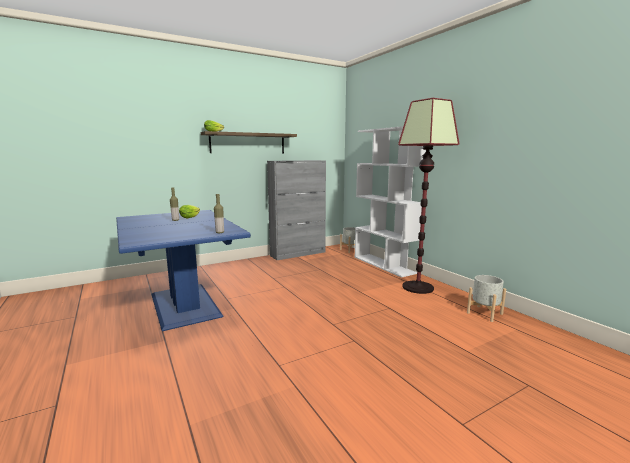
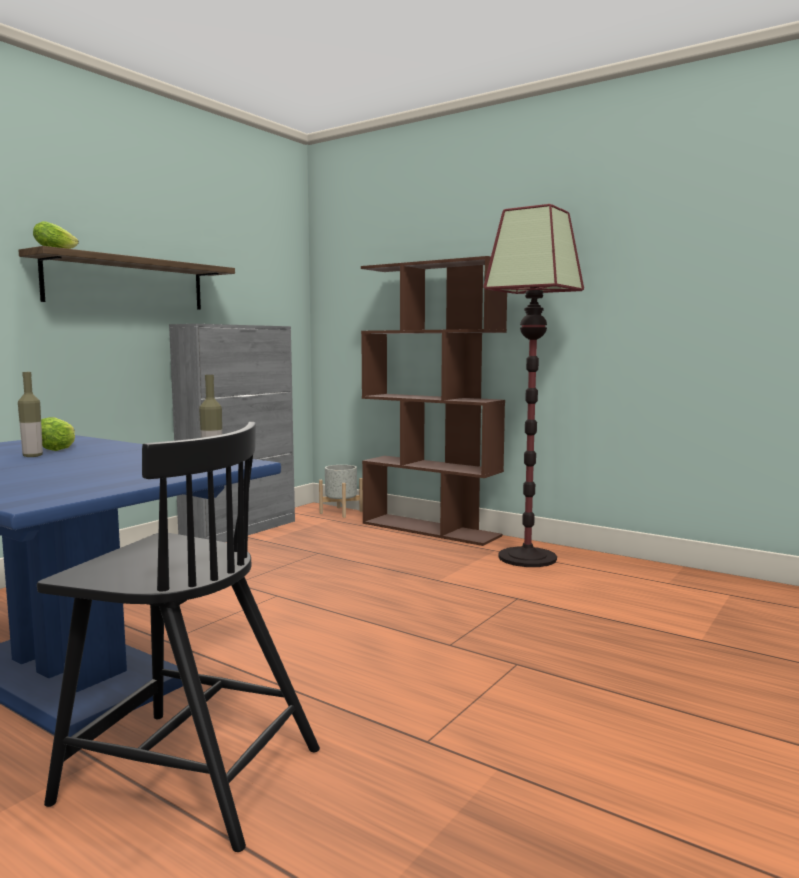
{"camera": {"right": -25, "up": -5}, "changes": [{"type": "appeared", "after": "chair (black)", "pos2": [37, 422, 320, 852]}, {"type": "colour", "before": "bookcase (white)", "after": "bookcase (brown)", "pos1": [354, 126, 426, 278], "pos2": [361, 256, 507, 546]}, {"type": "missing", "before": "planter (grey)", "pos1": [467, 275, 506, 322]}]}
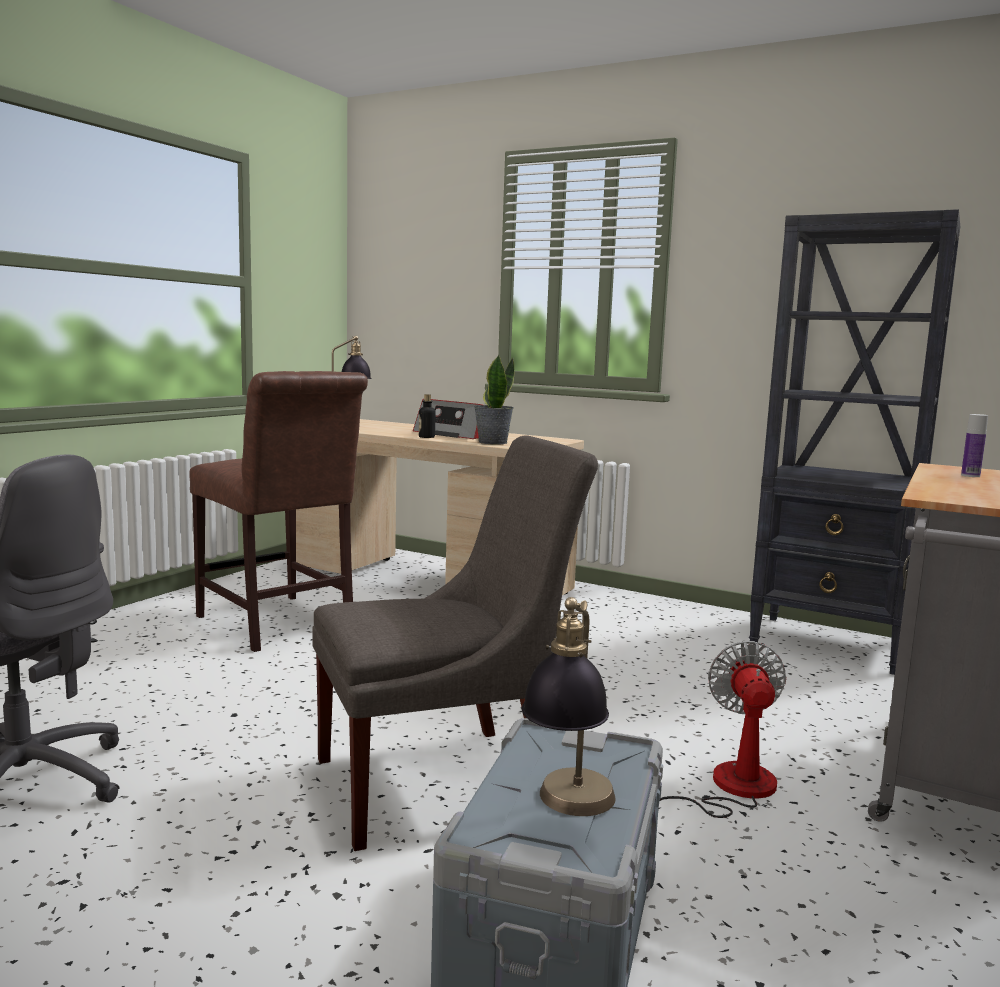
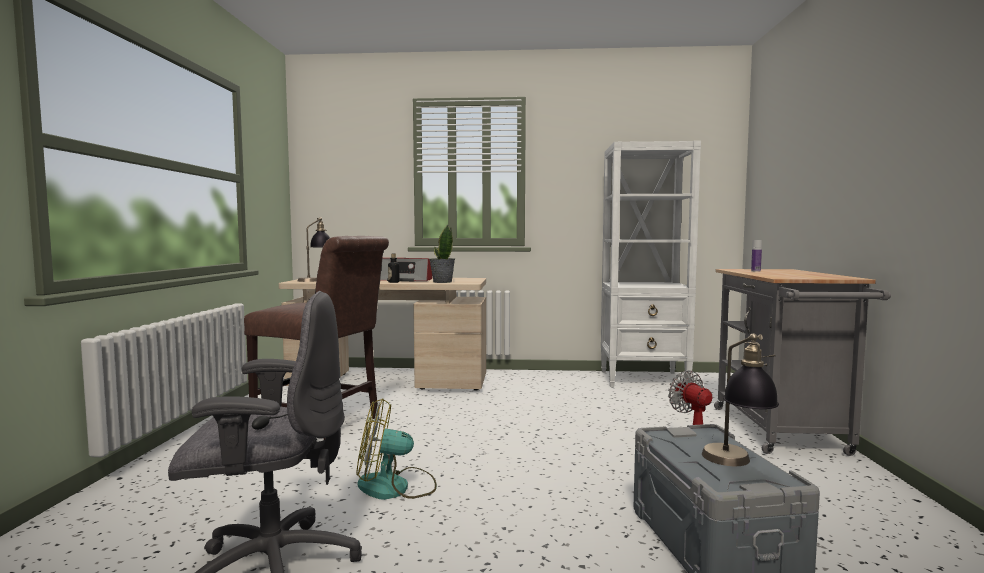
{"camera": {"right": -25, "up": -5}, "changes": [{"type": "appeared", "after": "fan", "pos2": [357, 399, 437, 500]}, {"type": "colour", "before": "bookcase (black)", "after": "bookcase (white)", "pos1": [749, 209, 960, 675], "pos2": [601, 141, 701, 387]}, {"type": "missing", "before": "chair (grey)", "pos1": [312, 435, 598, 851]}]}
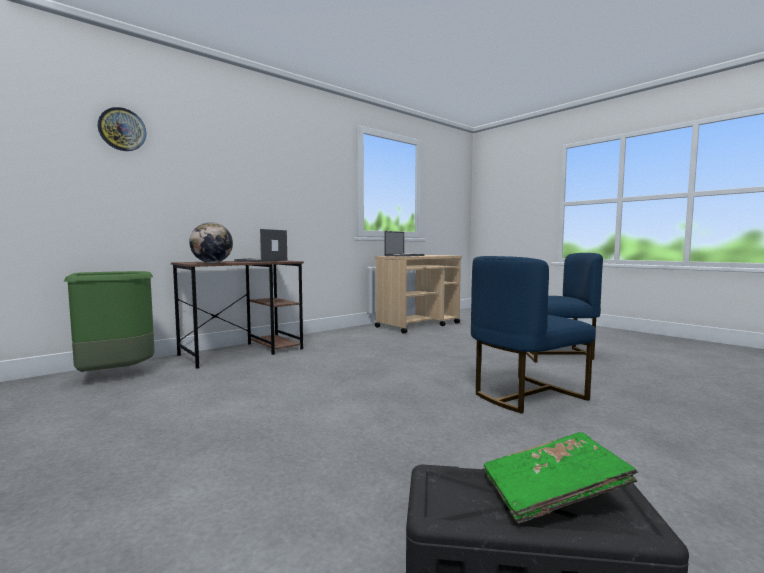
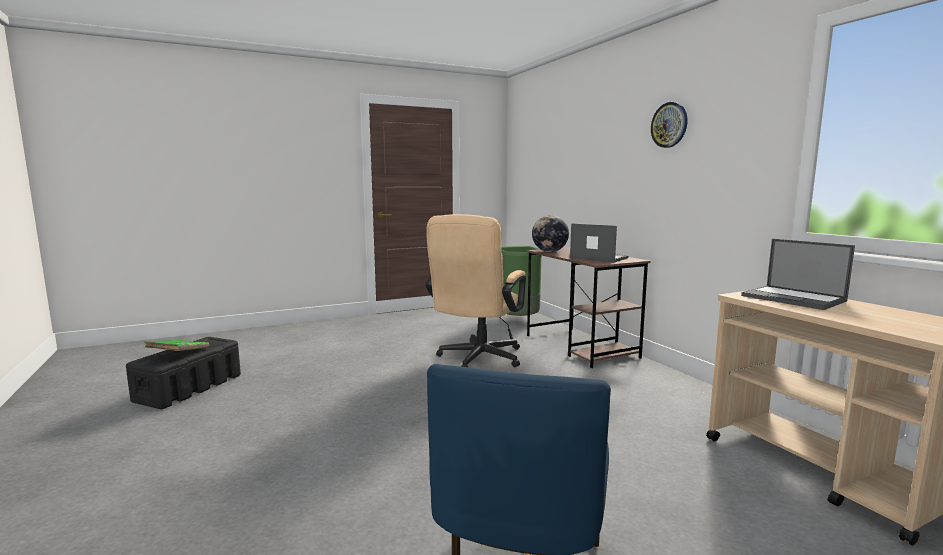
{"camera": {"right": 105, "up": 5}, "changes": [{"type": "appeared", "after": "office chair (beige)", "pos2": [426, 214, 526, 367]}, {"type": "relocated", "before": "wall clock", "pos1": [98, 107, 146, 151], "pos2": [651, 102, 687, 148]}, {"type": "missing", "before": "chair (blue)", "pos1": [471, 256, 596, 413]}]}
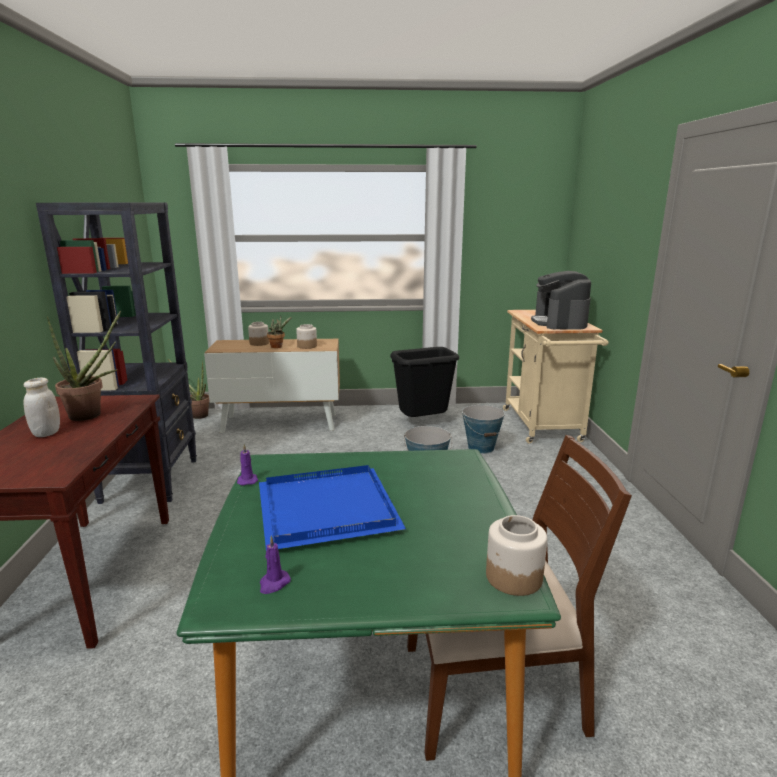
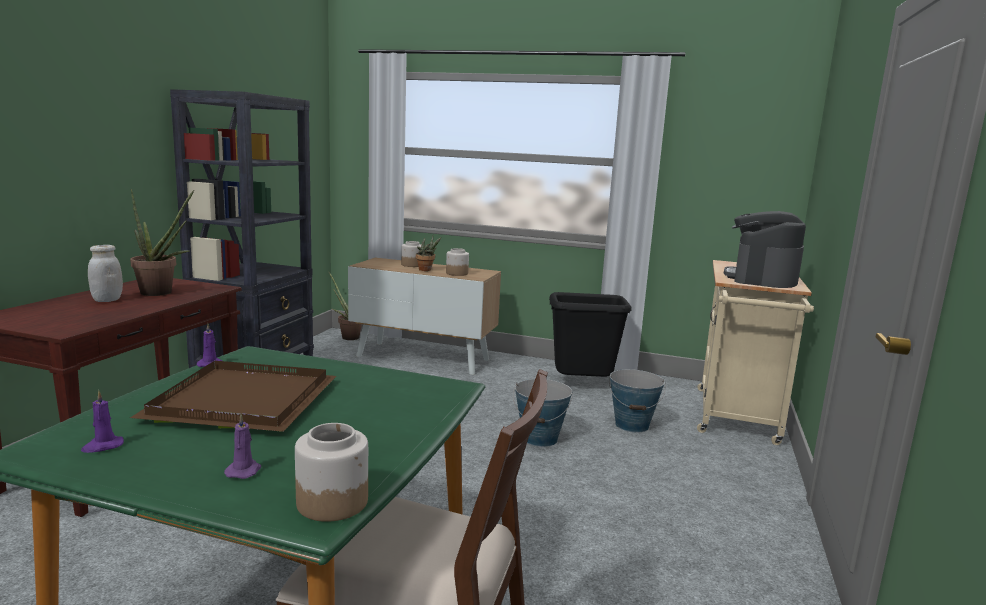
{"camera": {"right": 20, "up": -5}, "changes": [{"type": "colour", "before": "tray (blue)", "after": "tray (brown)", "pos1": [259, 465, 406, 550], "pos2": [130, 361, 336, 432]}, {"type": "appeared", "after": "candle (purple)", "pos2": [224, 414, 261, 479]}]}
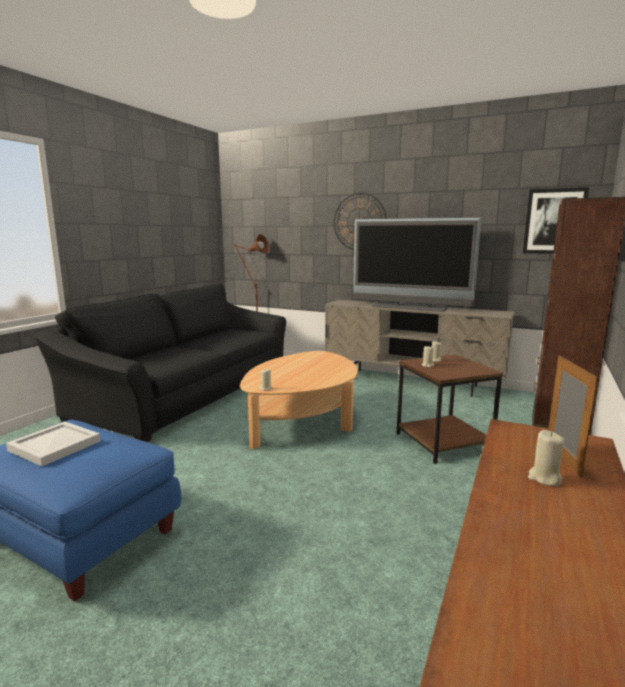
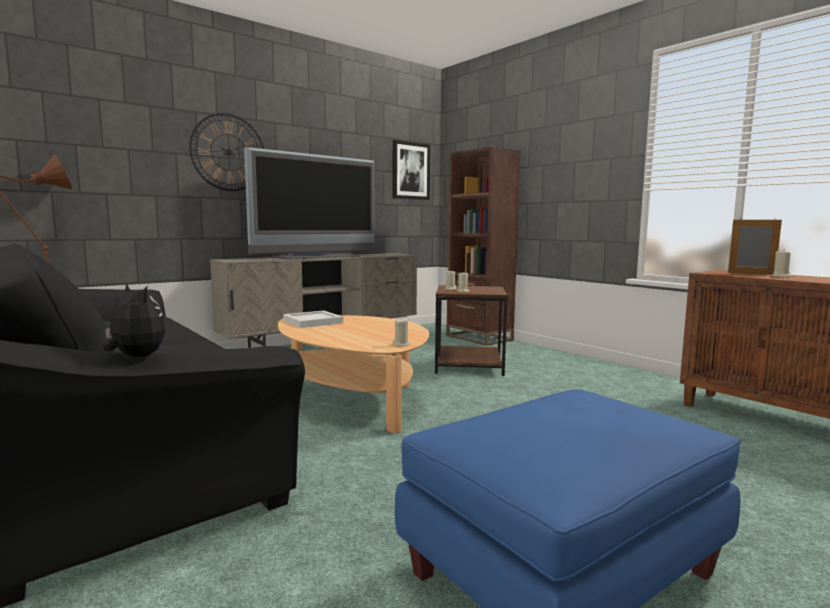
{"camera": {"right": -65, "up": -5}, "changes": [{"type": "appeared", "after": "plush toy", "pos2": [102, 283, 166, 357]}, {"type": "relocated", "before": "tray (white)", "pos1": [6, 422, 101, 466], "pos2": [283, 311, 343, 328]}]}
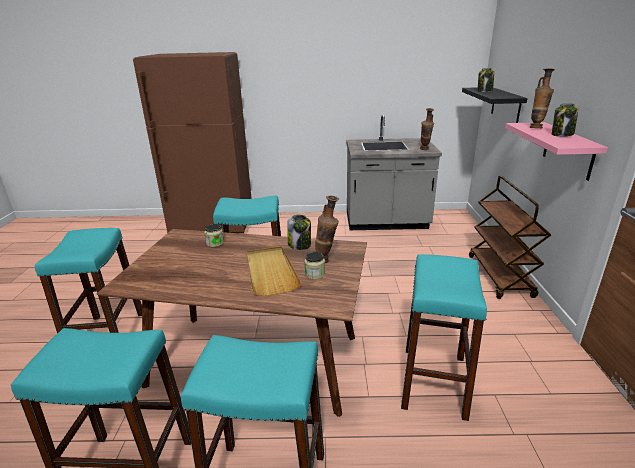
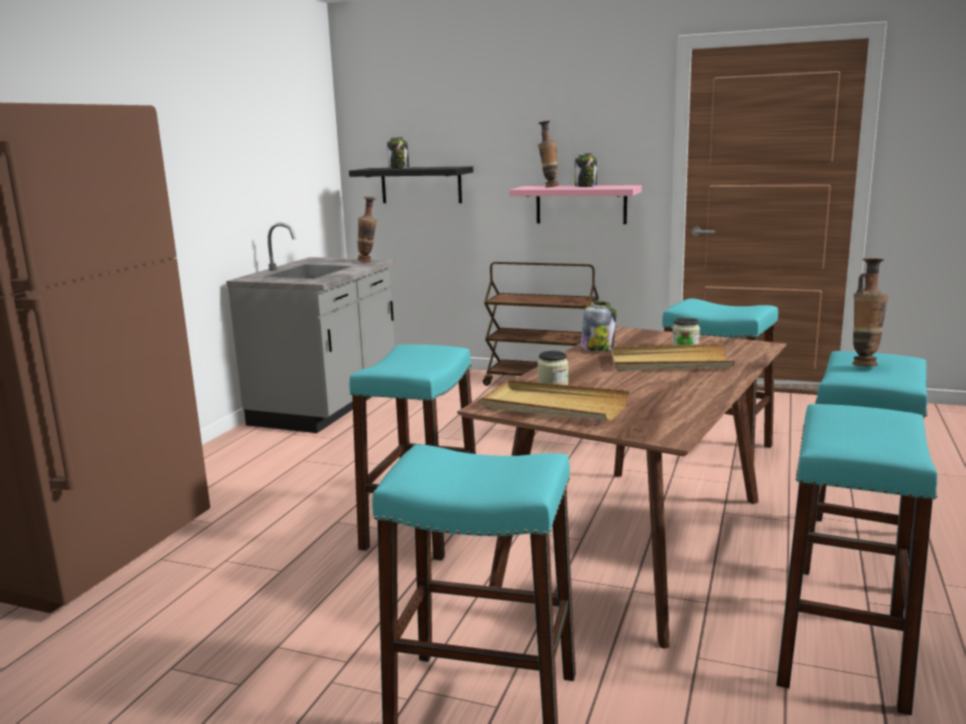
{"camera": {"right": -70, "up": -10}, "changes": [{"type": "appeared", "after": "tray (beige)", "pos2": [482, 380, 630, 420]}, {"type": "relocated", "before": "vase", "pos1": [315, 196, 339, 263], "pos2": [852, 258, 889, 366]}]}
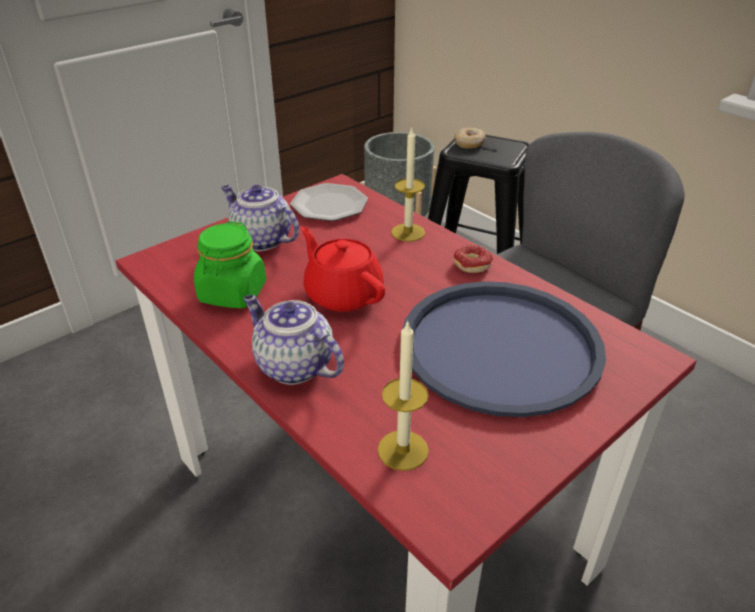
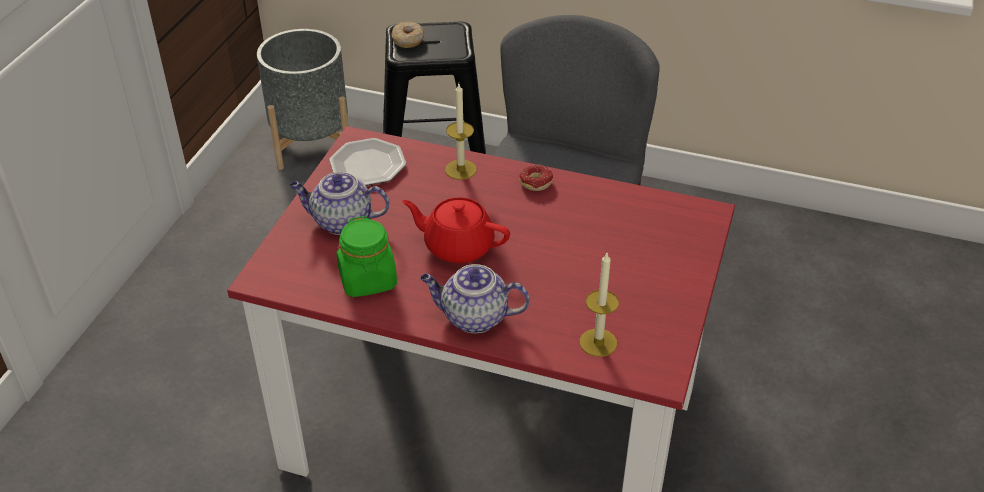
{"camera": {"right": -30, "up": 5}, "changes": [{"type": "missing", "before": "tray (blue)", "pos1": [403, 281, 606, 417]}]}
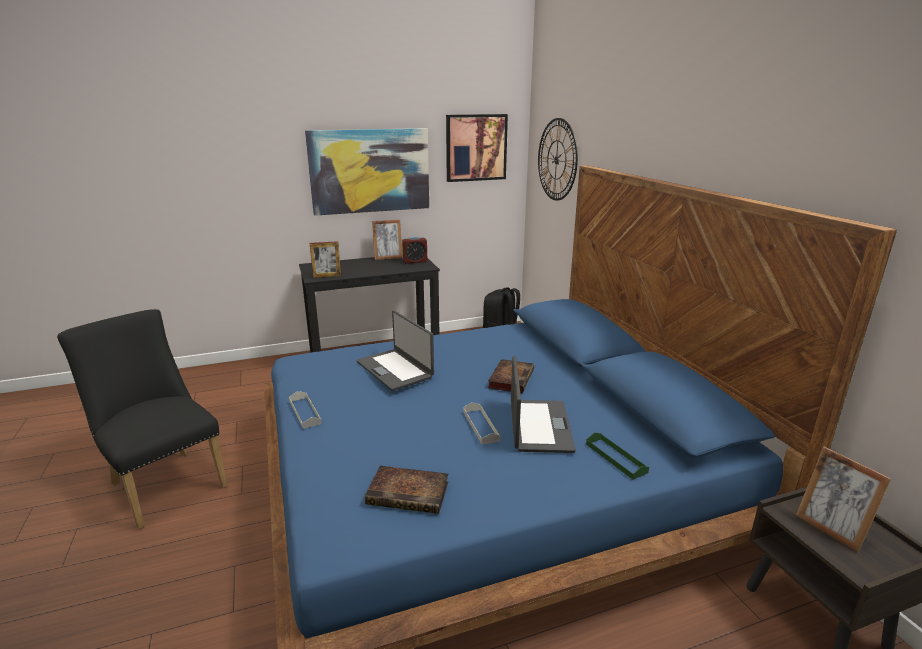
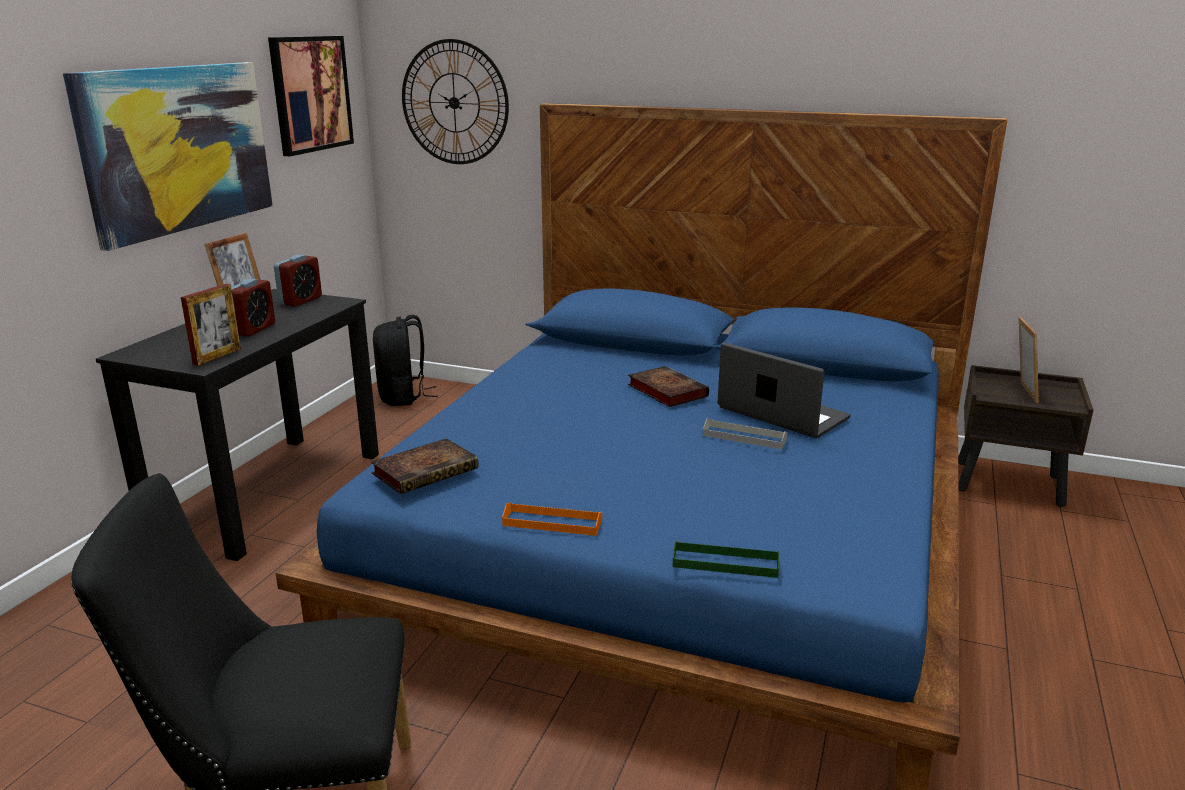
{"camera": {"right": -50, "up": 0}, "changes": [{"type": "appeared", "after": "alarm clock", "pos2": [231, 279, 275, 336]}, {"type": "relocated", "before": "book", "pos1": [365, 465, 448, 514], "pos2": [371, 438, 478, 494]}, {"type": "colour", "before": "tray (grey)", "after": "tray (orange)", "pos1": [289, 391, 322, 429], "pos2": [502, 502, 602, 536]}, {"type": "relocated", "before": "tray (green)", "pos1": [586, 432, 649, 480], "pos2": [672, 541, 780, 578]}, {"type": "spun", "before": "picture frame", "pos1": [796, 447, 891, 552], "pos2": [1019, 317, 1039, 404], "turn": -90}, {"type": "missing", "before": "laptop", "pos1": [357, 310, 434, 391]}]}
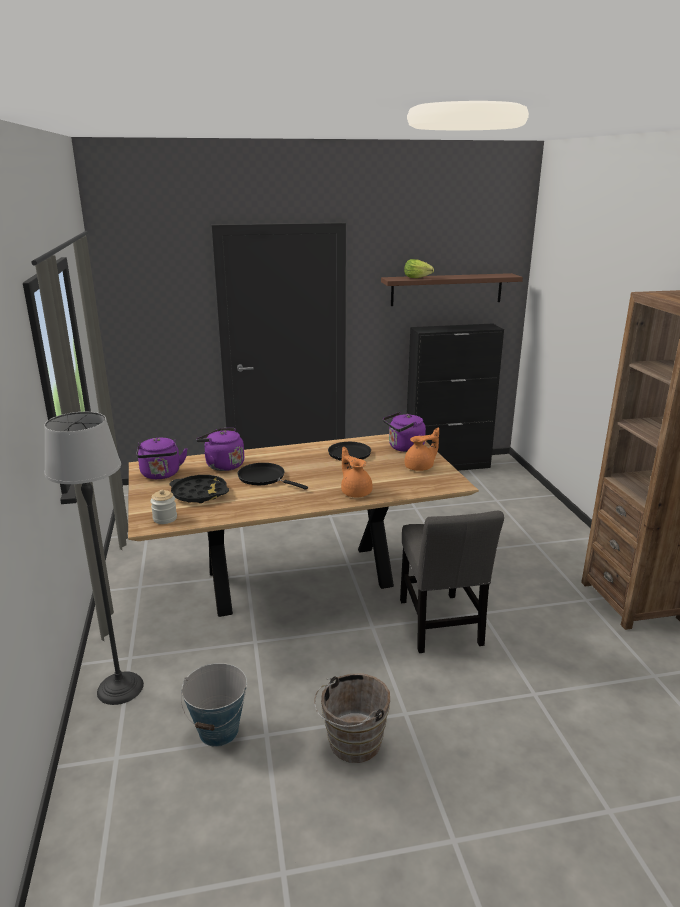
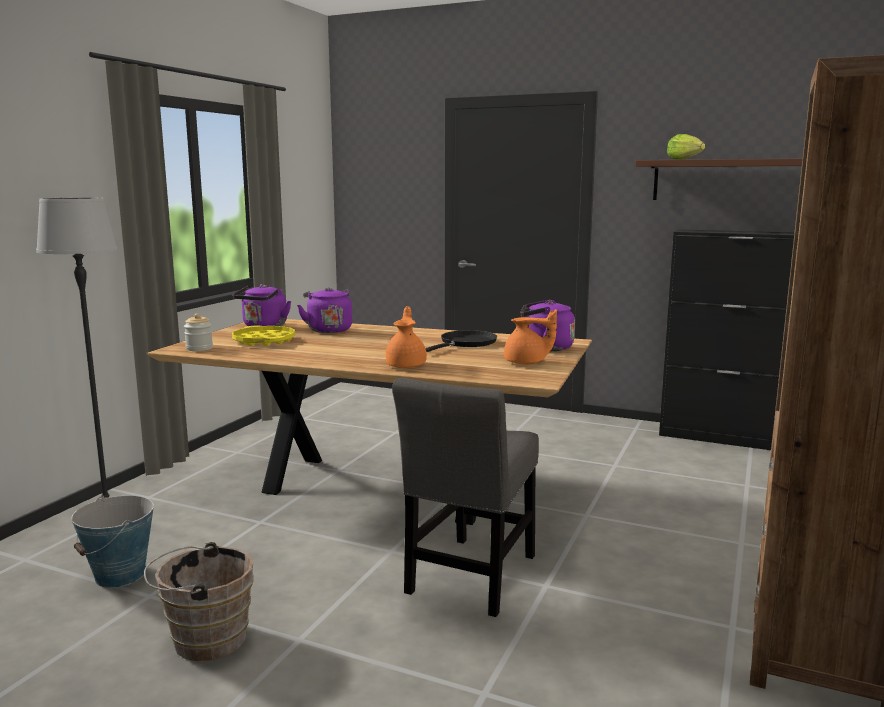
{"camera": {"right": 35, "up": -10}, "changes": [{"type": "colour", "before": "tray (black)", "after": "tray (yellow)", "pos1": [170, 475, 229, 503], "pos2": [232, 325, 295, 346]}, {"type": "missing", "before": "frying pan (black)", "pos1": [238, 463, 308, 490]}]}
